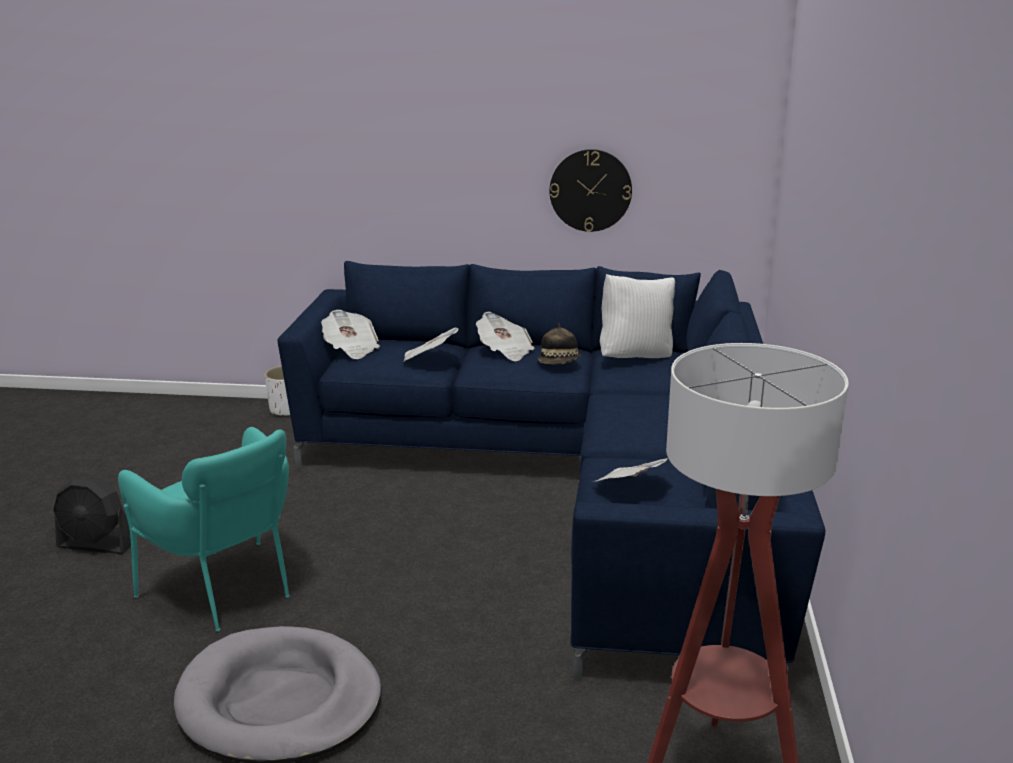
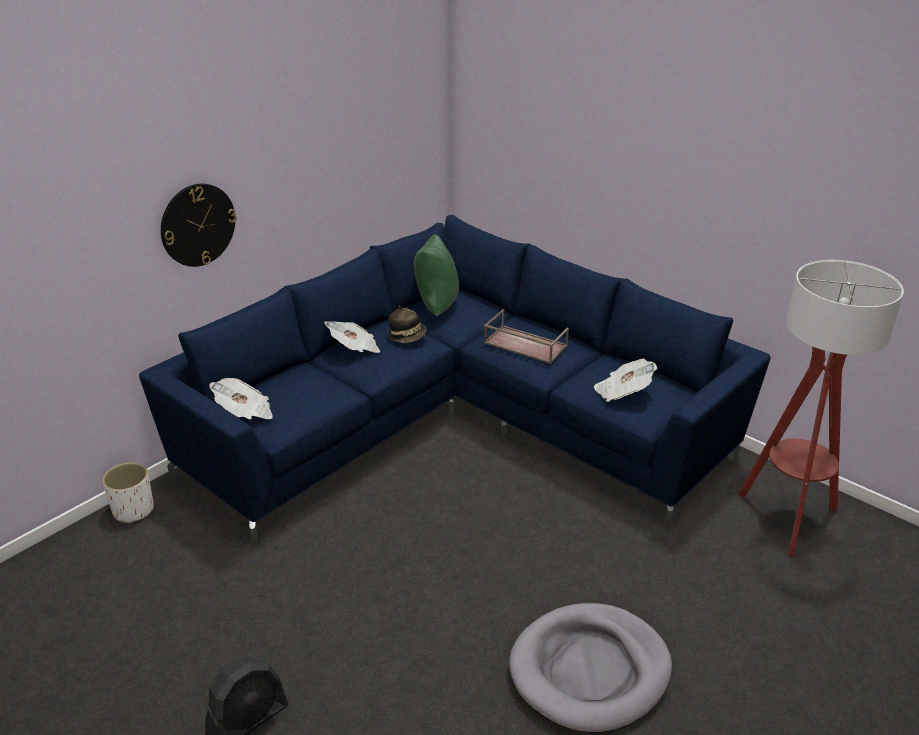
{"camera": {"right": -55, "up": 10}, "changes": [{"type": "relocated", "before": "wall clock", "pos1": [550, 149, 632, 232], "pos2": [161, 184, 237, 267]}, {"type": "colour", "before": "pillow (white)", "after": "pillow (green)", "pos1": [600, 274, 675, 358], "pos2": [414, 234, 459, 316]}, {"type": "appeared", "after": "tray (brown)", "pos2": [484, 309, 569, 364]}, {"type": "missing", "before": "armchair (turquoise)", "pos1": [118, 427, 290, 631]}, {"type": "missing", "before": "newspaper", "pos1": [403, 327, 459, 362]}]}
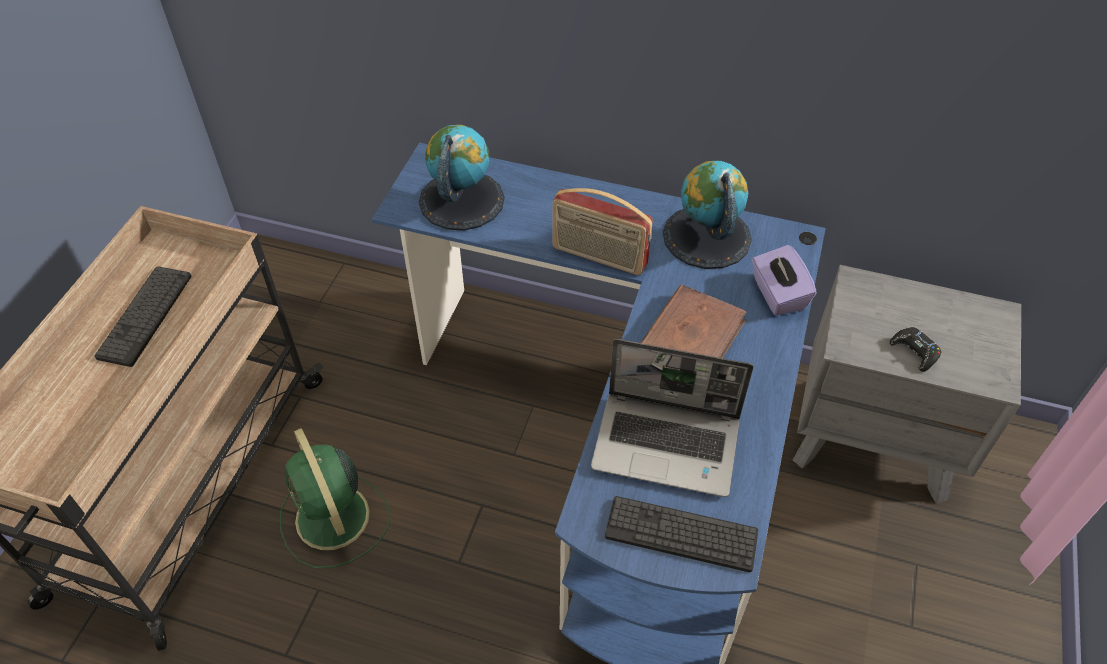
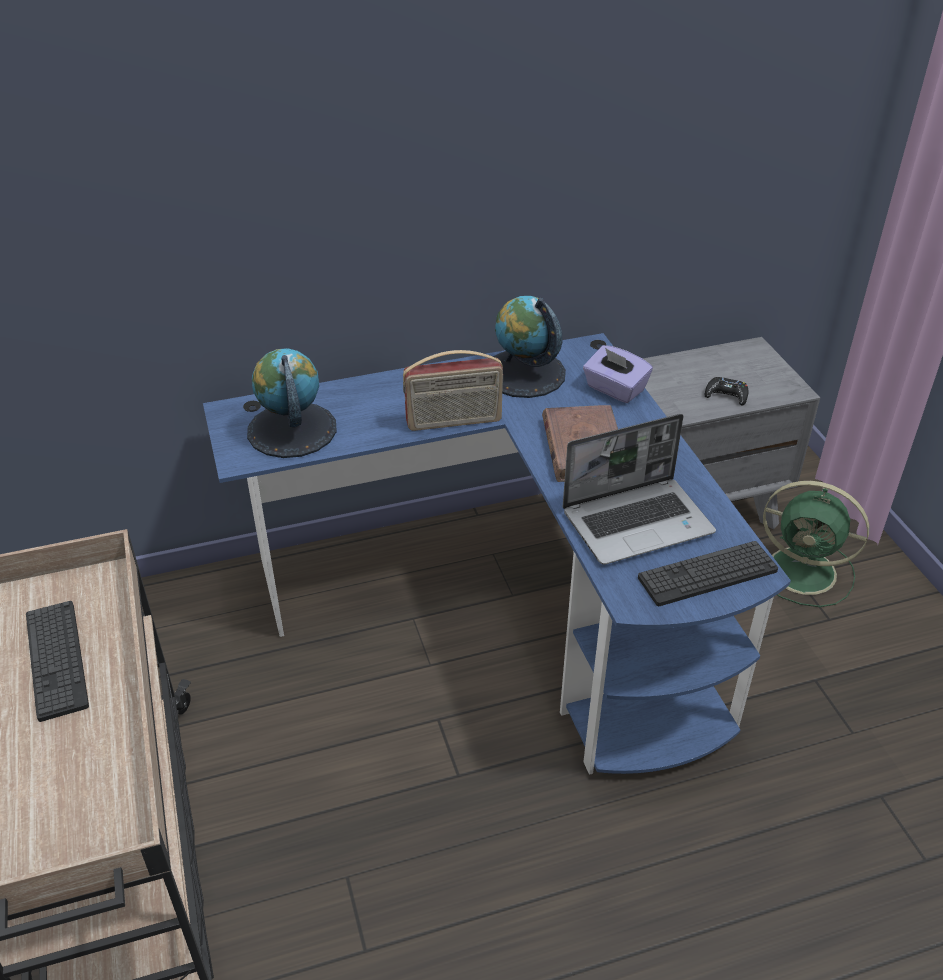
{"camera": {"right": -35, "up": -10}, "changes": [{"type": "relocated", "before": "fan (green)", "pos1": [280, 428, 390, 568], "pos2": [763, 481, 869, 607]}]}
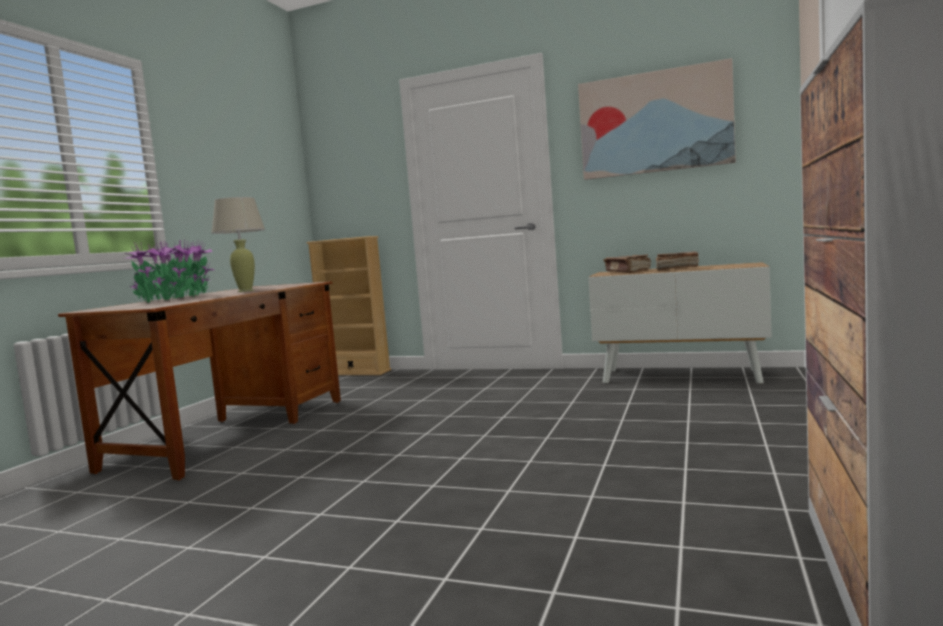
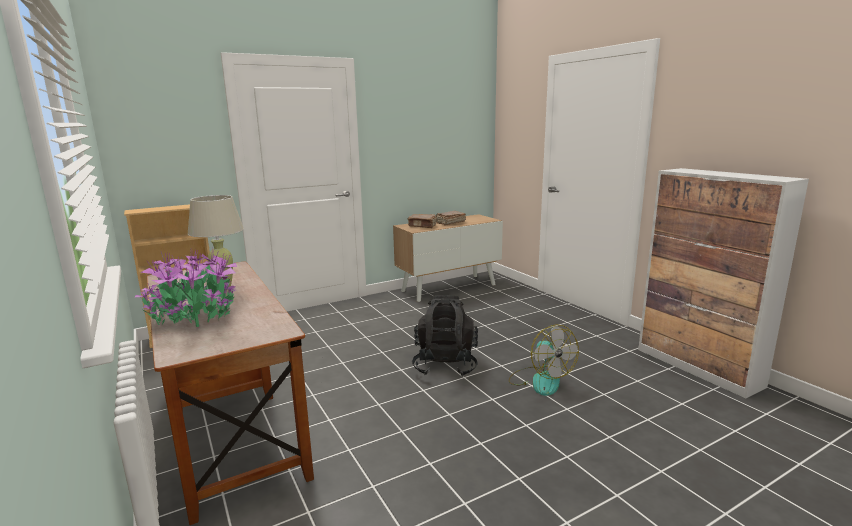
{"camera": {"right": -50, "up": 10}, "changes": [{"type": "appeared", "after": "backpack (black)", "pos2": [412, 295, 478, 377]}, {"type": "appeared", "after": "fan", "pos2": [509, 325, 579, 396]}, {"type": "missing", "before": "picture", "pos1": [578, 58, 736, 180]}]}
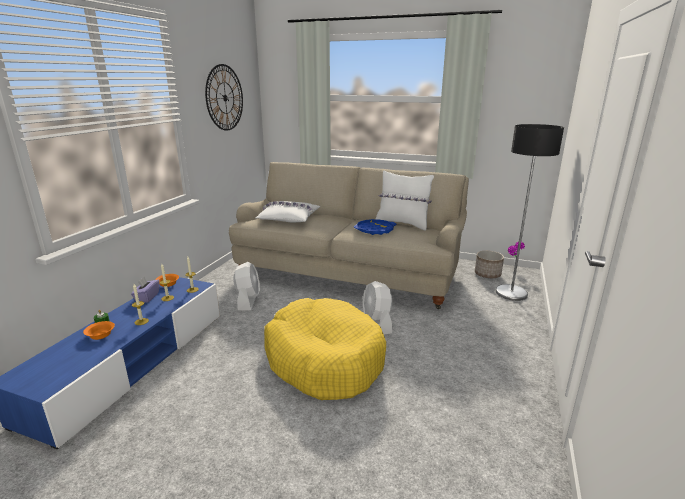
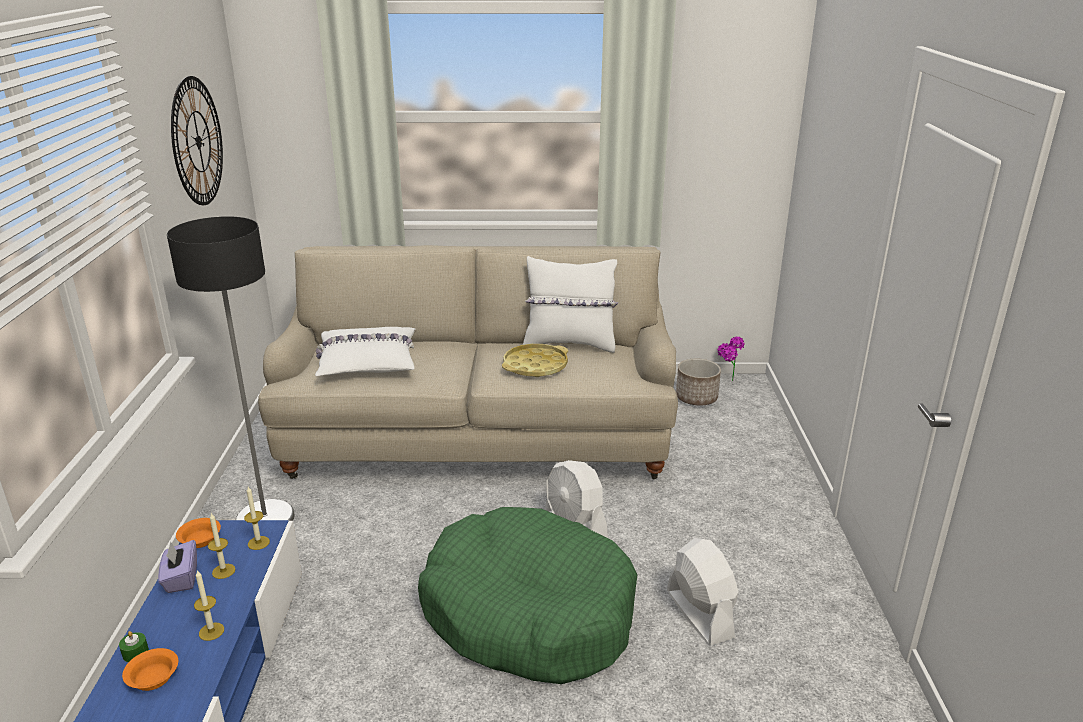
{"camera": {"right": -20, "up": 5}, "changes": [{"type": "relocated", "before": "floor lamp", "pos1": [496, 124, 564, 301], "pos2": [167, 216, 294, 521]}, {"type": "colour", "before": "dog bed (yellow)", "after": "dog bed (green)", "pos1": [264, 298, 386, 400], "pos2": [418, 507, 637, 684]}, {"type": "colour", "before": "tray (blue)", "after": "tray (yellow)", "pos1": [354, 219, 396, 235], "pos2": [502, 344, 568, 377]}, {"type": "relocated", "before": "fan (white)", "pos1": [233, 262, 260, 311], "pos2": [667, 538, 739, 646]}]}
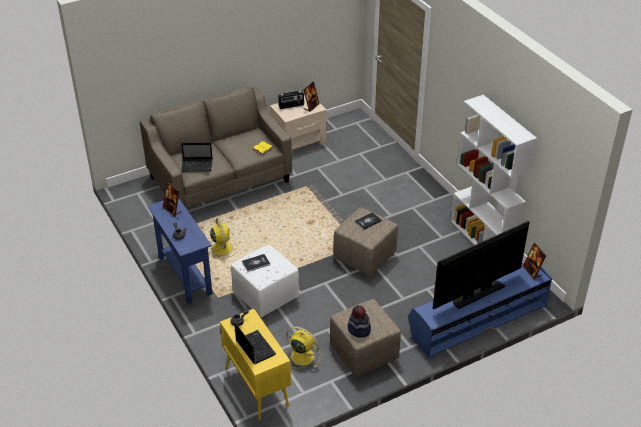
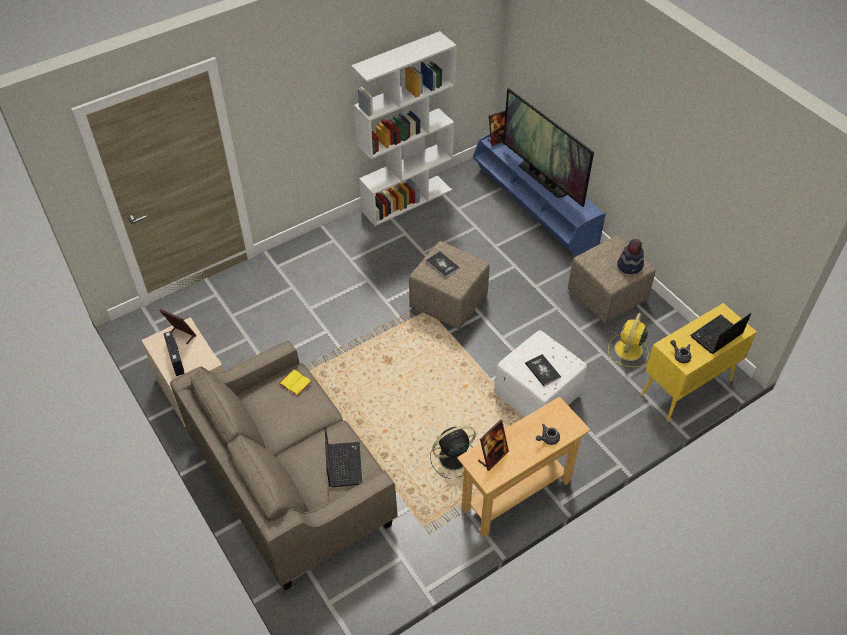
{"camera": {"right": -95, "up": 10}, "changes": [{"type": "colour", "before": "fan (yellow)", "after": "fan (black)", "pos1": [209, 218, 237, 260], "pos2": [430, 426, 476, 479]}, {"type": "colour", "before": "console table (blue)", "after": "console table (beige)", "pos1": [148, 198, 213, 304], "pos2": [457, 397, 591, 537]}]}
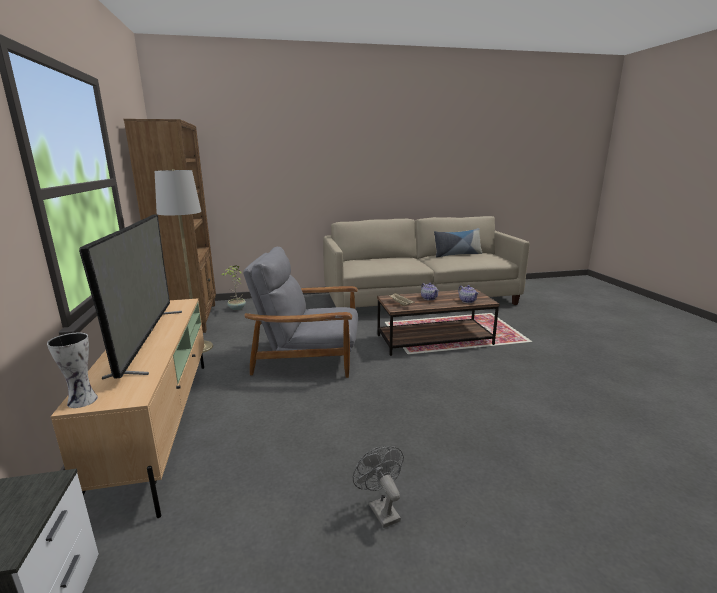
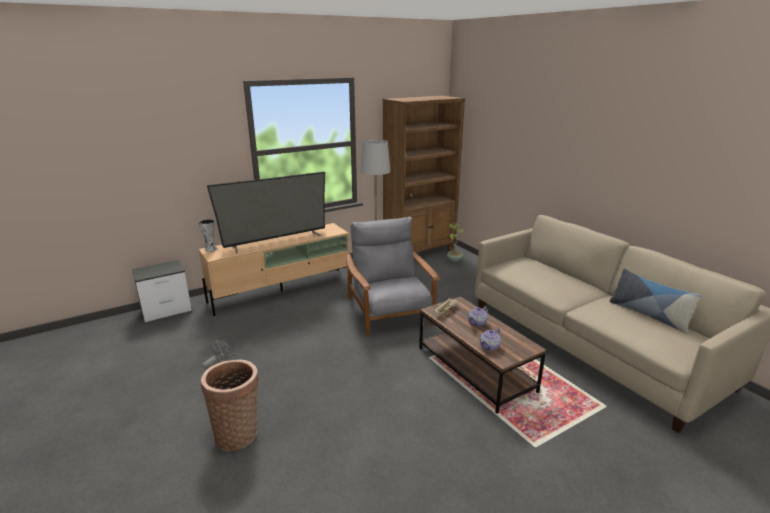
{"camera": {"right": 70, "up": 5}, "changes": [{"type": "appeared", "after": "basket", "pos2": [201, 360, 259, 451]}]}
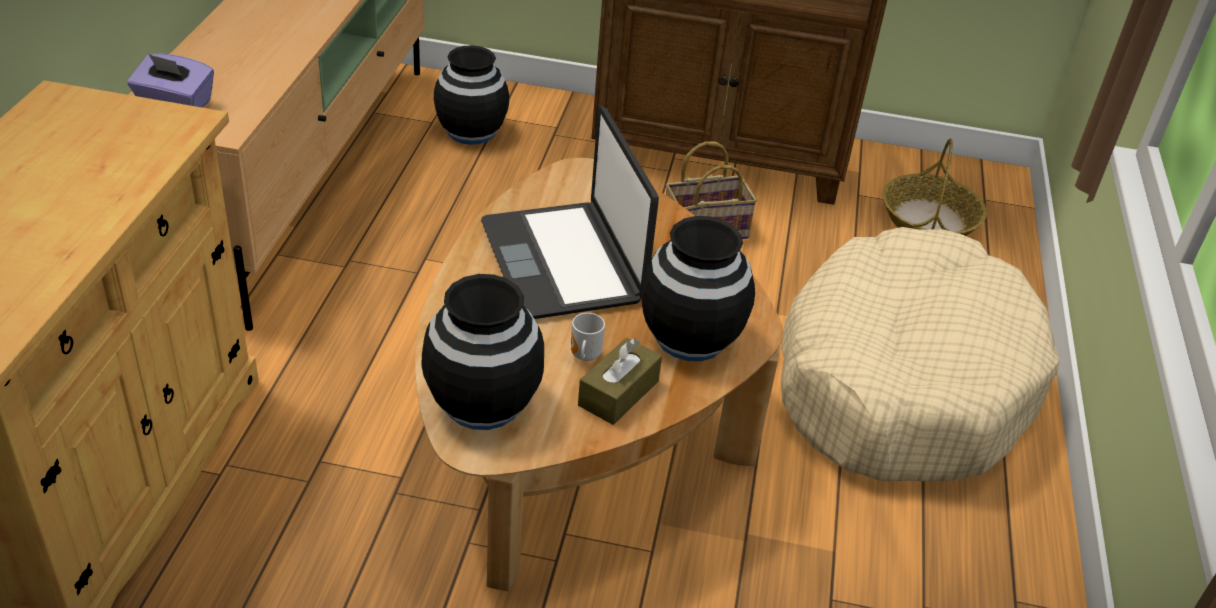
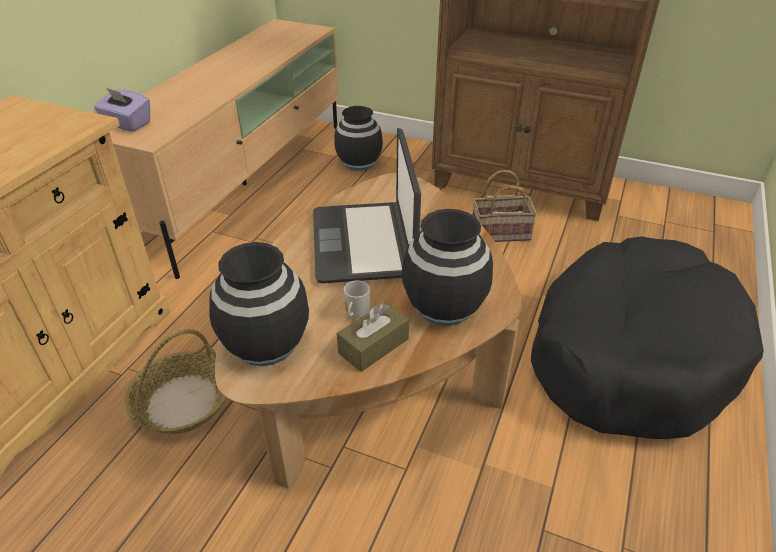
{"camera": {"right": 15, "up": 0}, "changes": [{"type": "relocated", "before": "basket", "pos1": [883, 138, 987, 236], "pos2": [125, 329, 226, 434]}, {"type": "colour", "before": "dog bed (beige)", "after": "dog bed (black)", "pos1": [781, 227, 1059, 482], "pos2": [531, 236, 764, 439]}]}
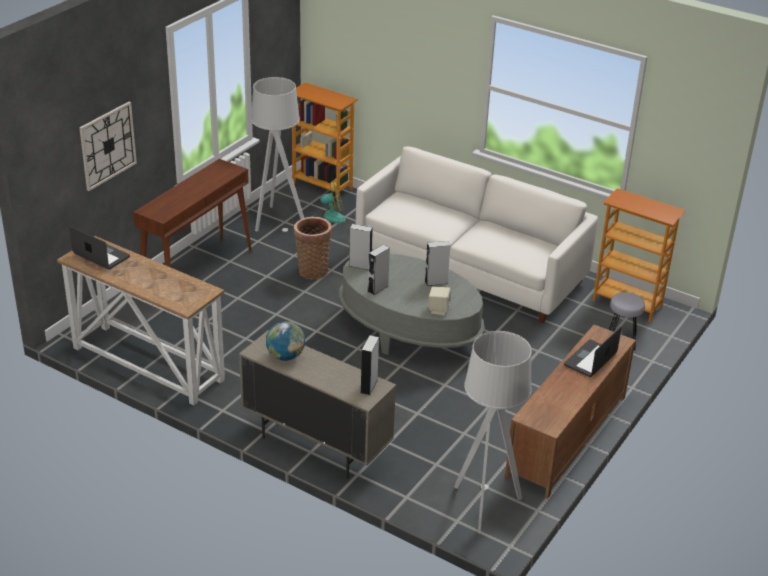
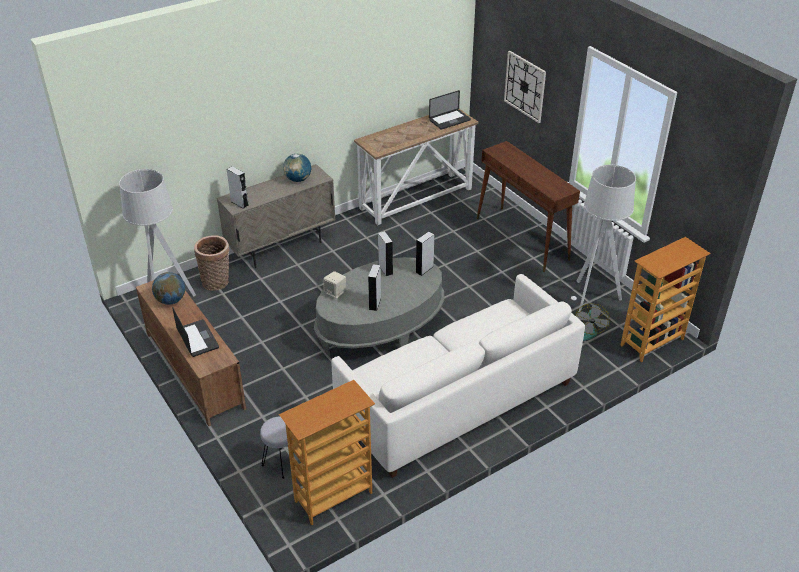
{"camera": {"right": 115, "up": 5}, "changes": [{"type": "appeared", "after": "globe", "pos2": [152, 272, 185, 305]}, {"type": "relocated", "before": "basket", "pos1": [294, 217, 332, 280], "pos2": [194, 235, 230, 291]}]}
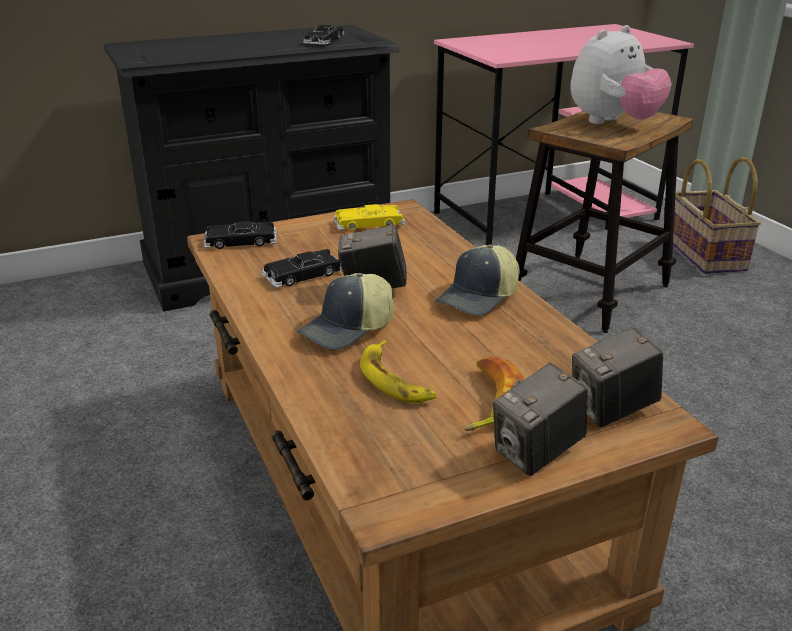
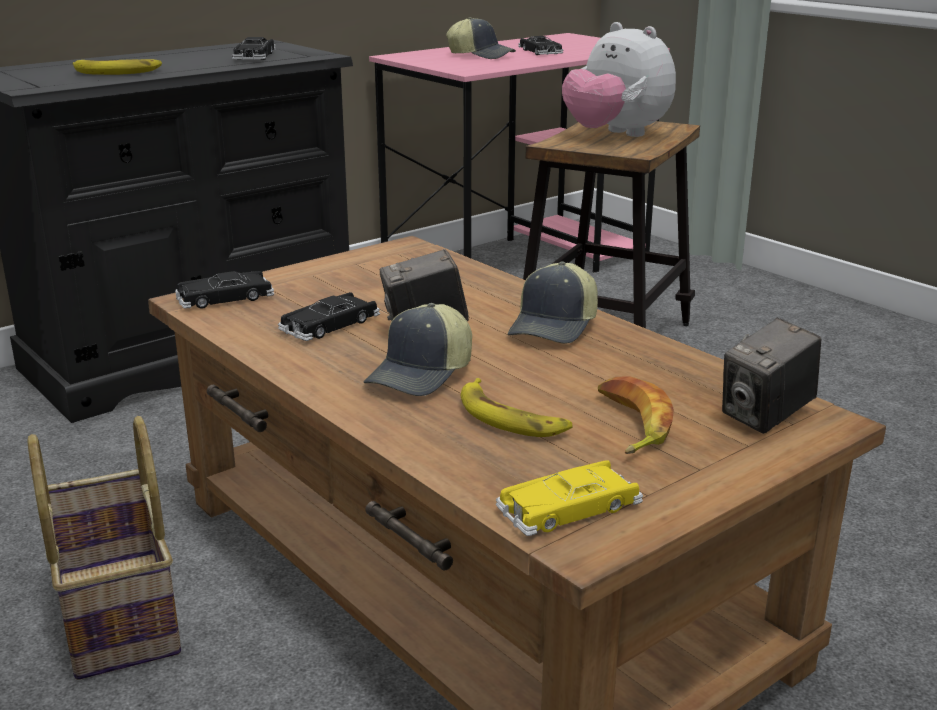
{"camera": {"right": -15, "up": -5}, "changes": [{"type": "relocated", "before": "basket", "pos1": [673, 157, 761, 274], "pos2": [27, 416, 181, 680]}, {"type": "appeared", "after": "banana", "pos2": [73, 59, 162, 75]}, {"type": "appeared", "after": "cap", "pos2": [446, 17, 516, 59]}, {"type": "relocated", "before": "toy car (yellow)", "pos1": [334, 204, 405, 231], "pos2": [496, 461, 643, 536]}, {"type": "appeared", "after": "toy car (black)", "pos2": [518, 36, 563, 55]}, {"type": "spun", "before": "plush toy", "pos1": [570, 25, 671, 124], "pos2": [562, 22, 676, 137], "turn": 105}, {"type": "missing", "before": "photo camera", "pos1": [493, 363, 588, 476]}]}
